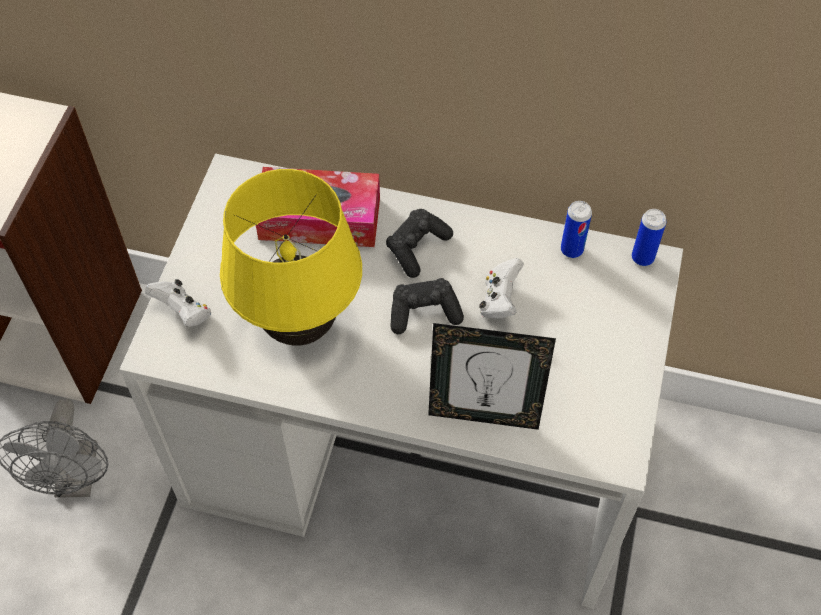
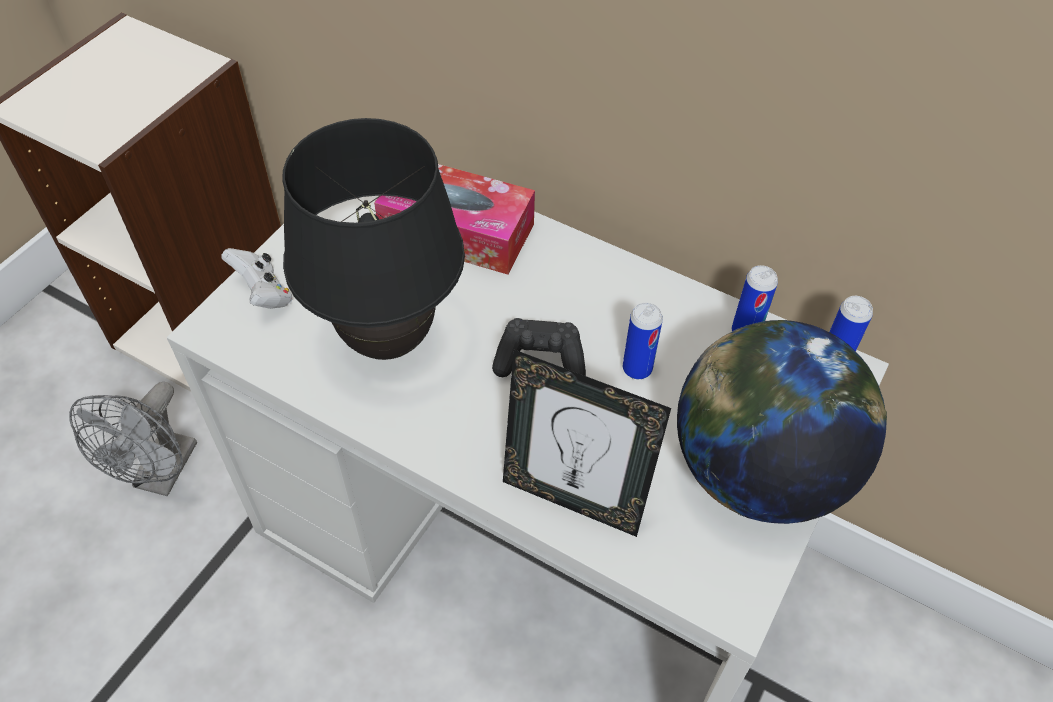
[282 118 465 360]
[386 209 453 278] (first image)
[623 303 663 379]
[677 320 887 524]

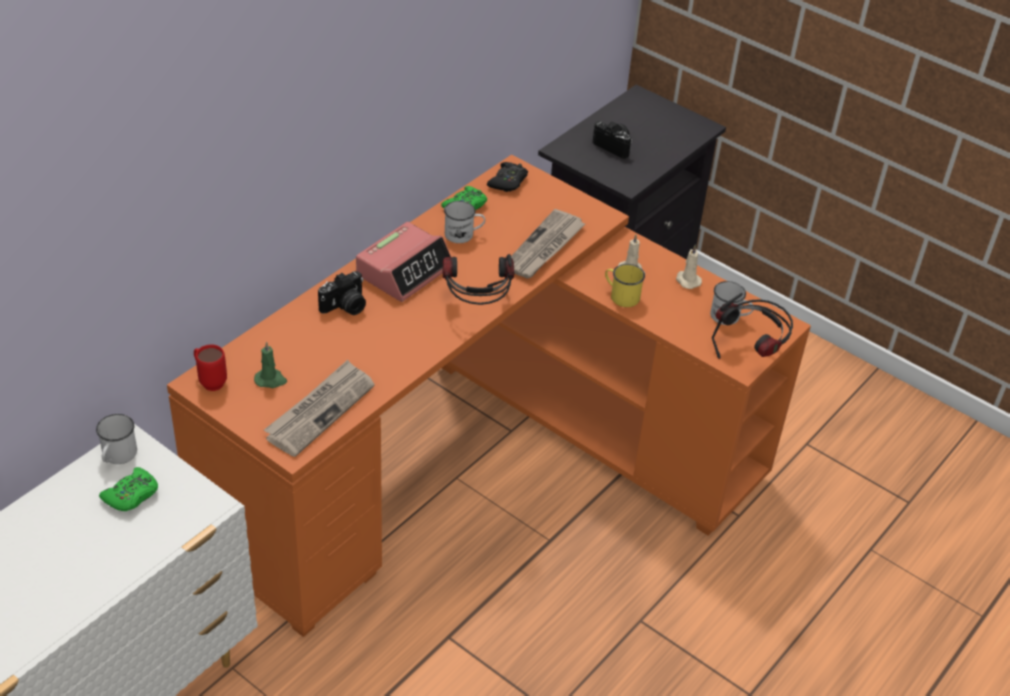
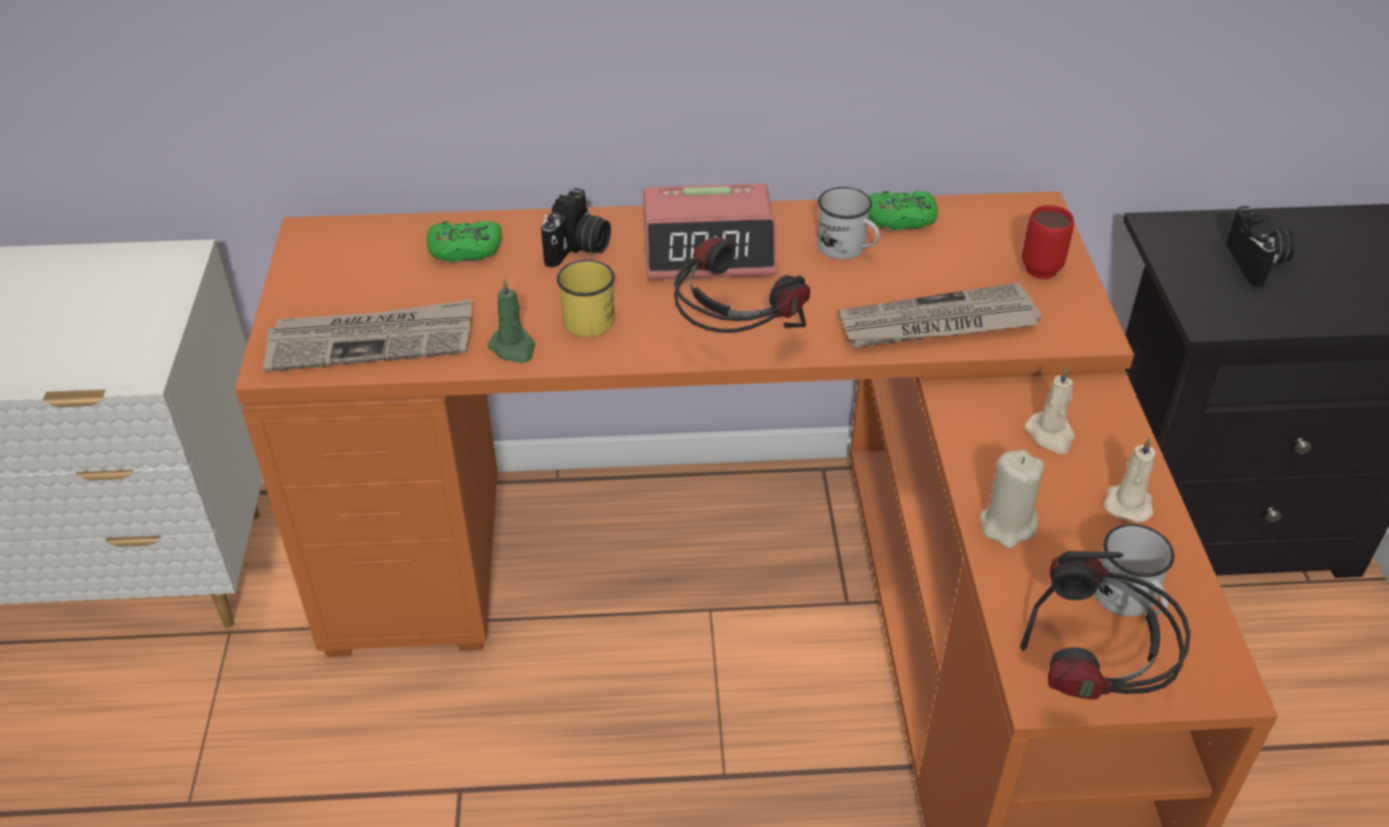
[487 162 528 192] (first image)
[557 260 615 337]
[541 188 611 268]
[488 278 535 363]
[1022 205 1074 279]
[96 414 137 464] (first image)
[427 221 502 262]
[980 450 1044 549]

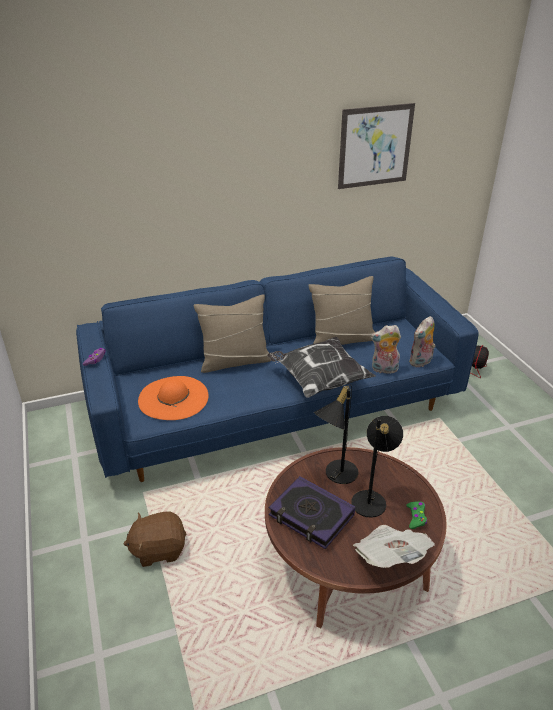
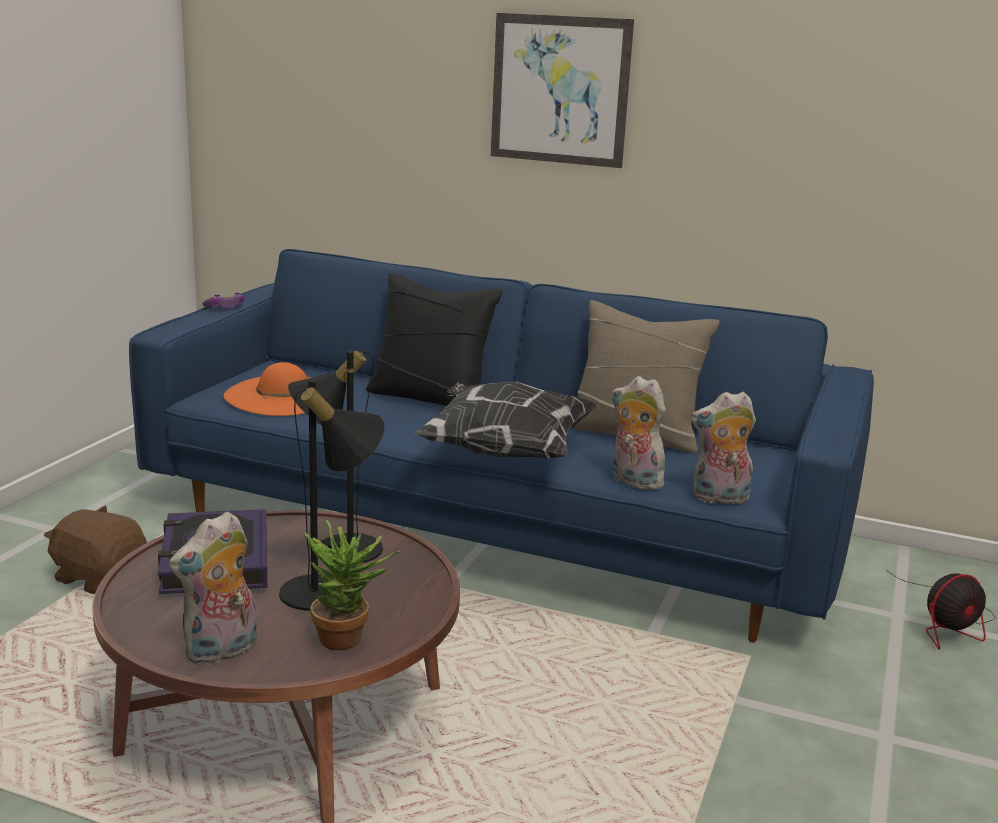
[491 13 634 168]
[366 273 502 406]
[304 520 400 651]
[169 512 257 666]

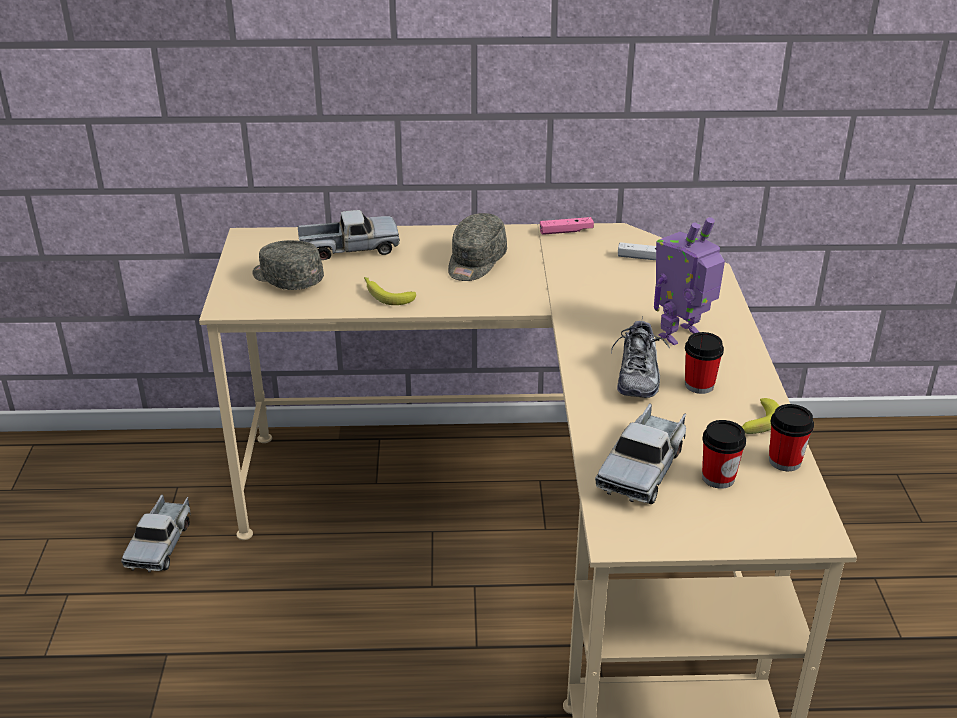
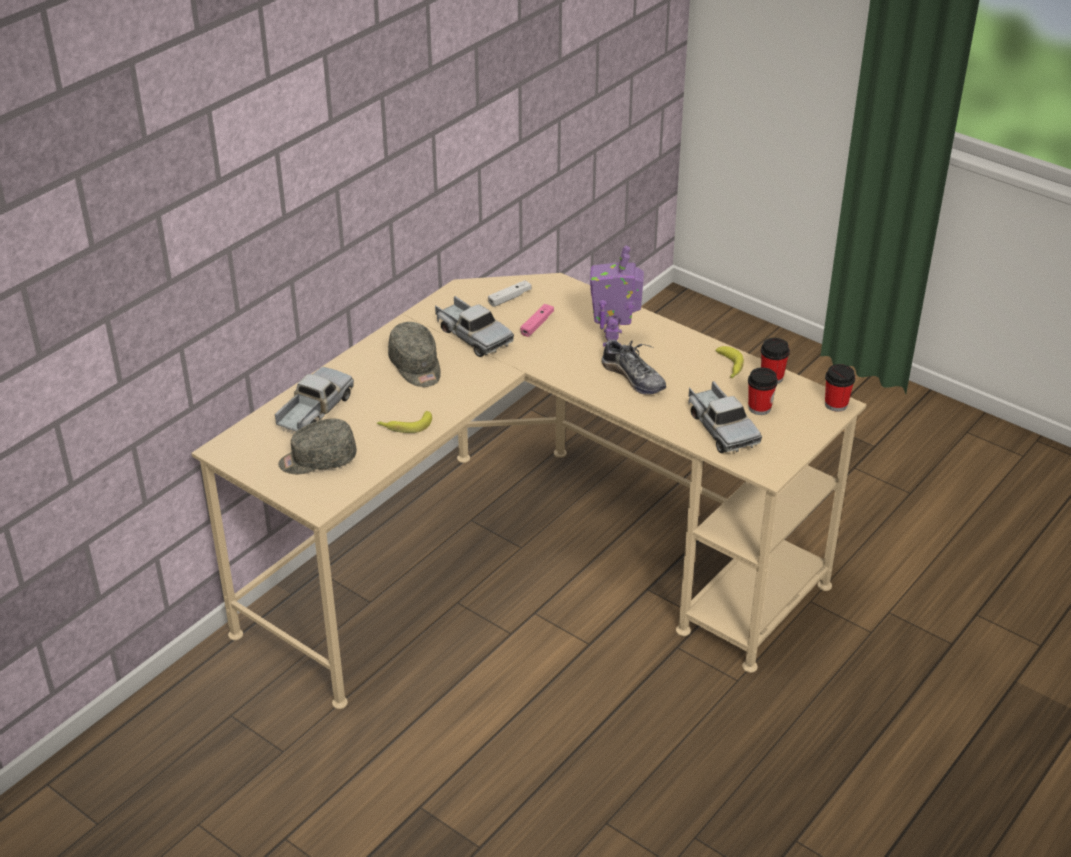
[520 304 554 337]
[825 364 855 412]
[435 296 514 357]

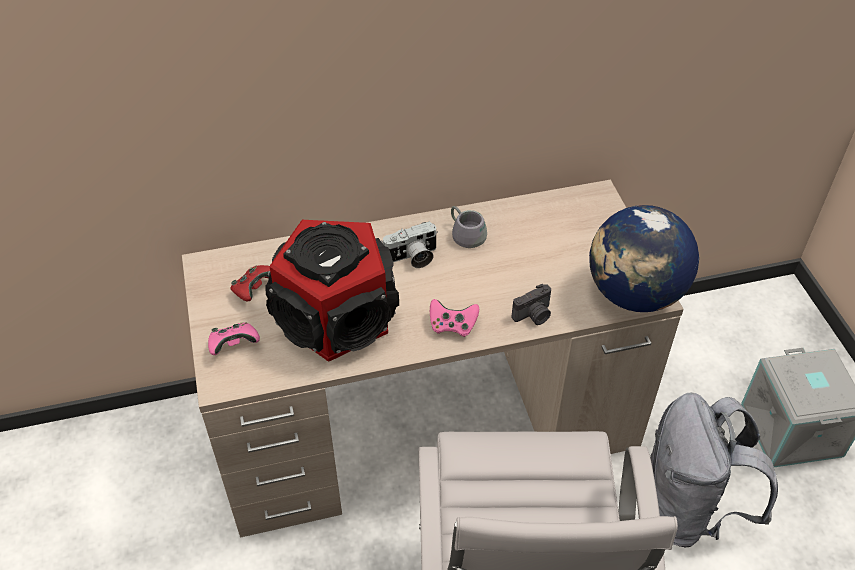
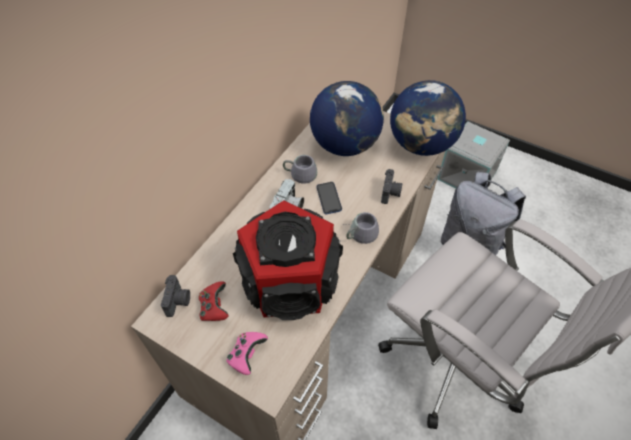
[342 212 379 244]
[310 81 384 156]
[316 182 342 214]
[161 275 190 317]

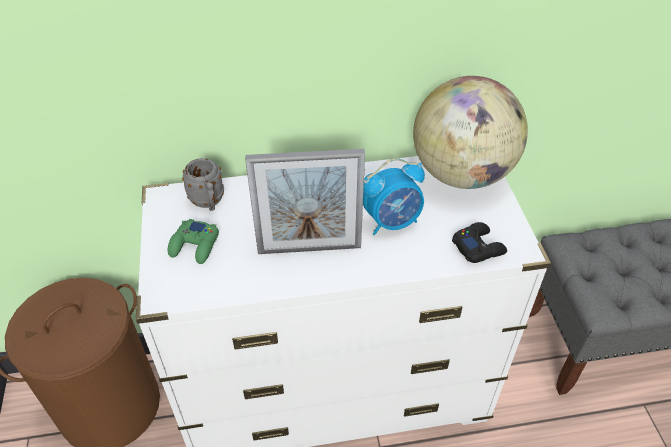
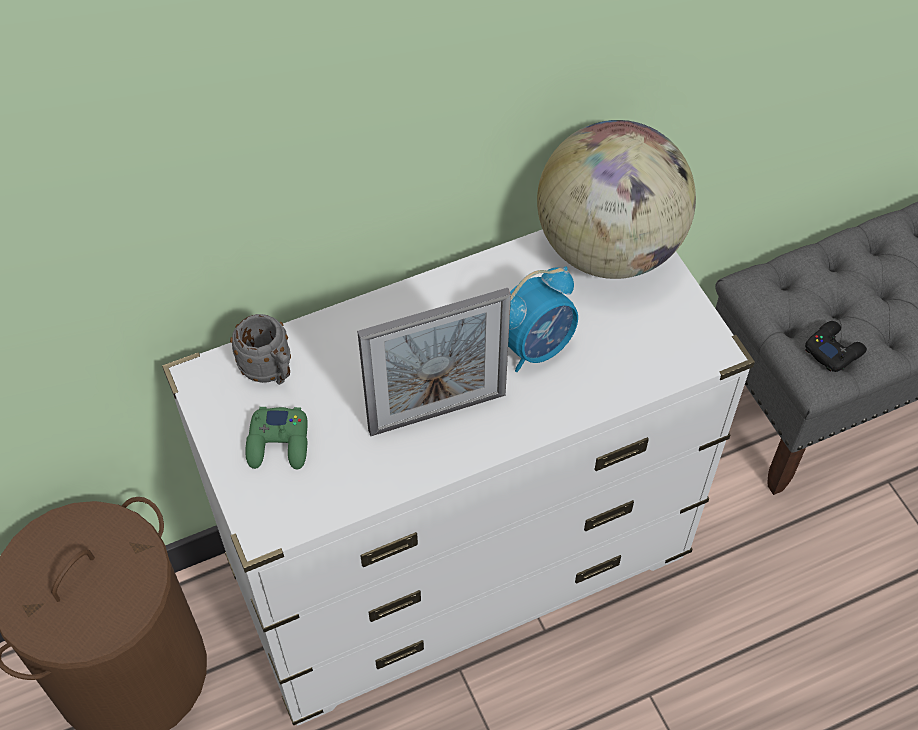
[805 321 867 372]

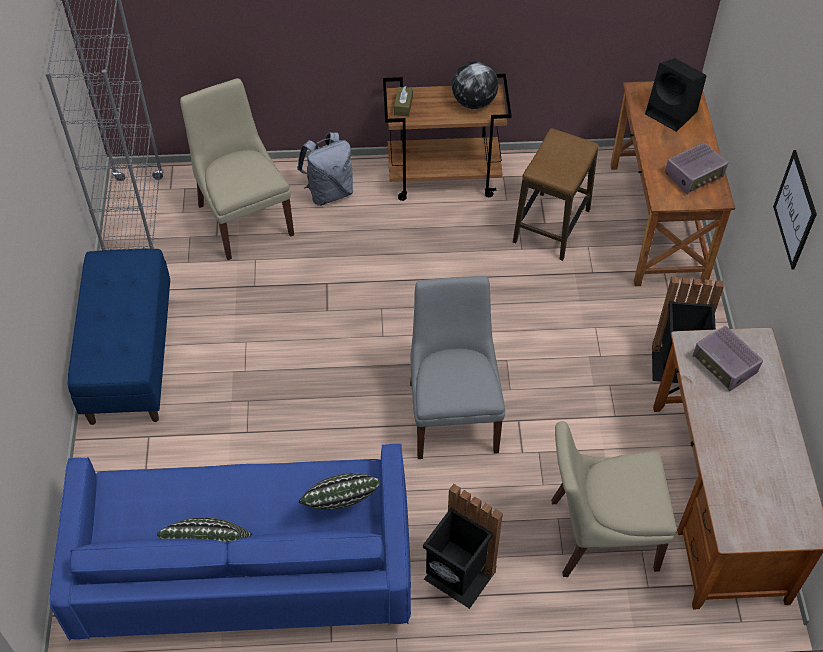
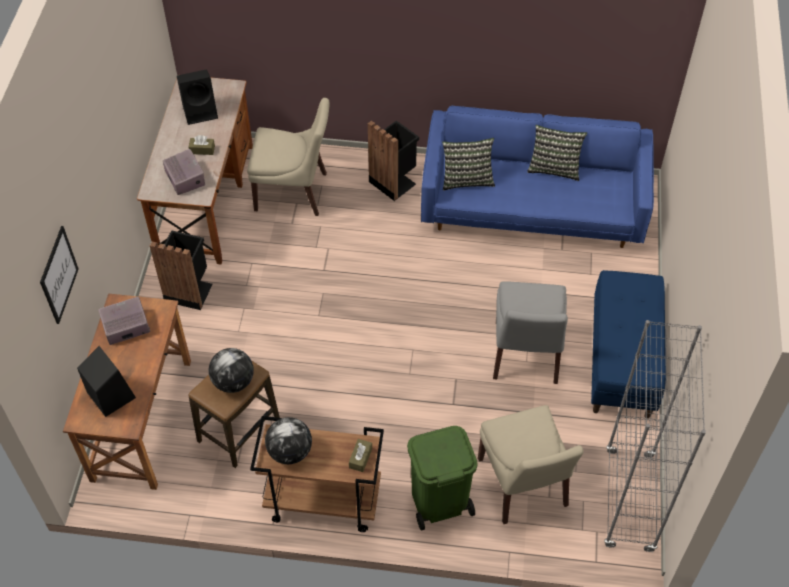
[407 426 478 531]
[40 226 79 324]
[493 281 568 384]
[177 70 218 125]
[188 135 215 155]
[209 348 254 393]

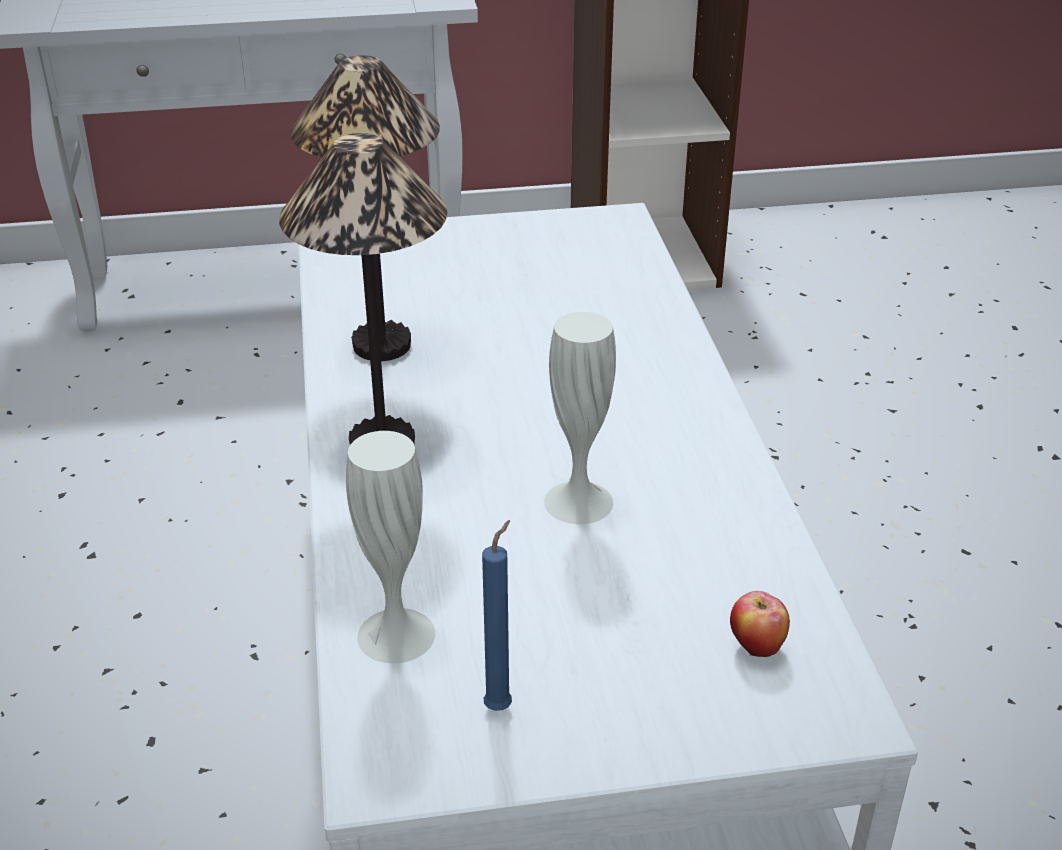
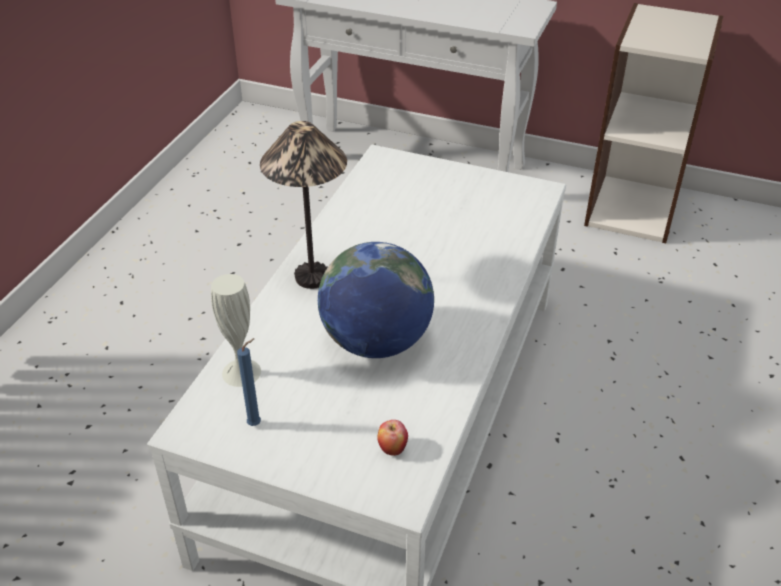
[290 55 440 361] (first image)
[318 242 434 358]

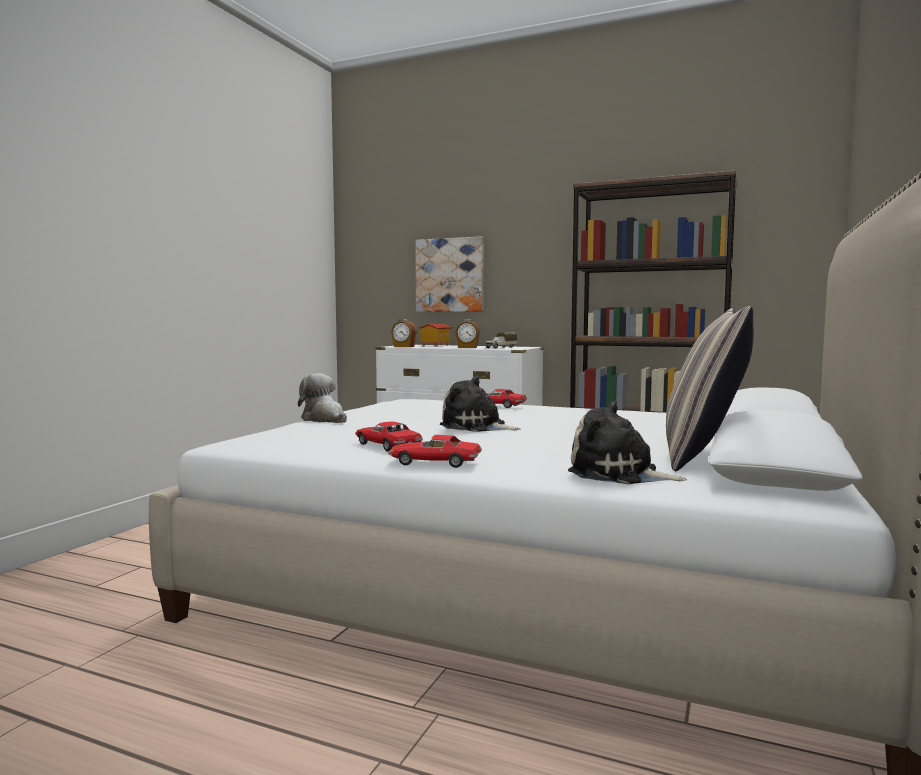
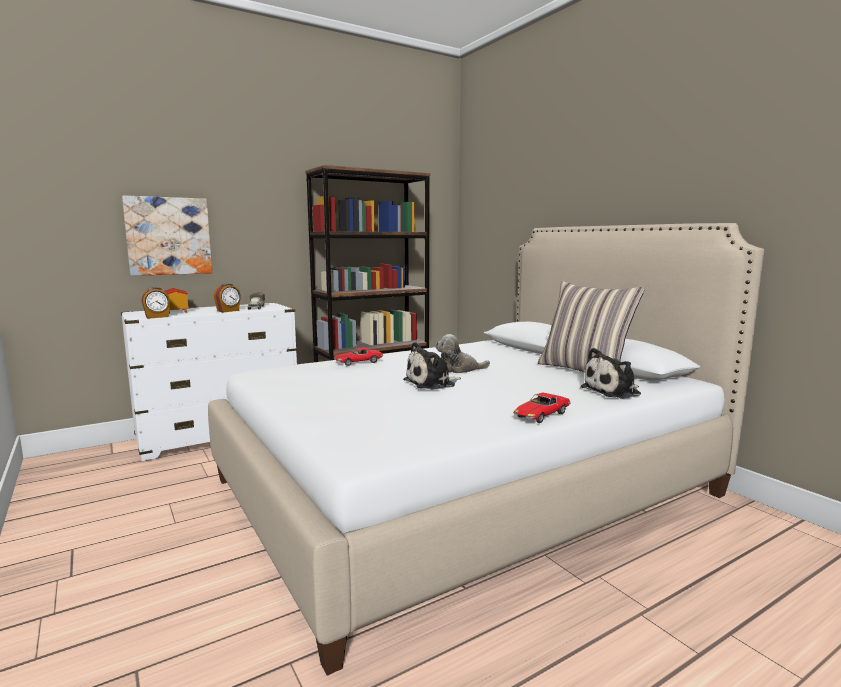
[436 334 490 373]
[355 421 423 452] (first image)

